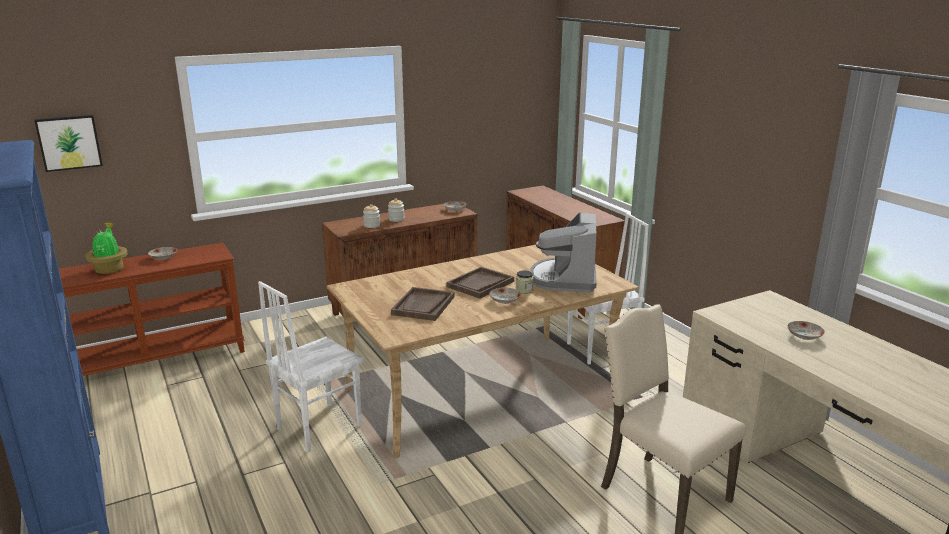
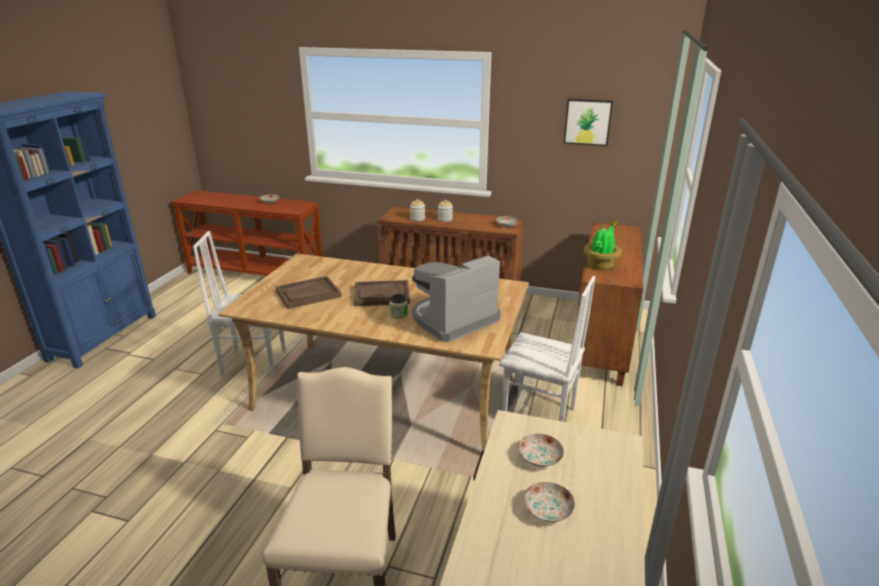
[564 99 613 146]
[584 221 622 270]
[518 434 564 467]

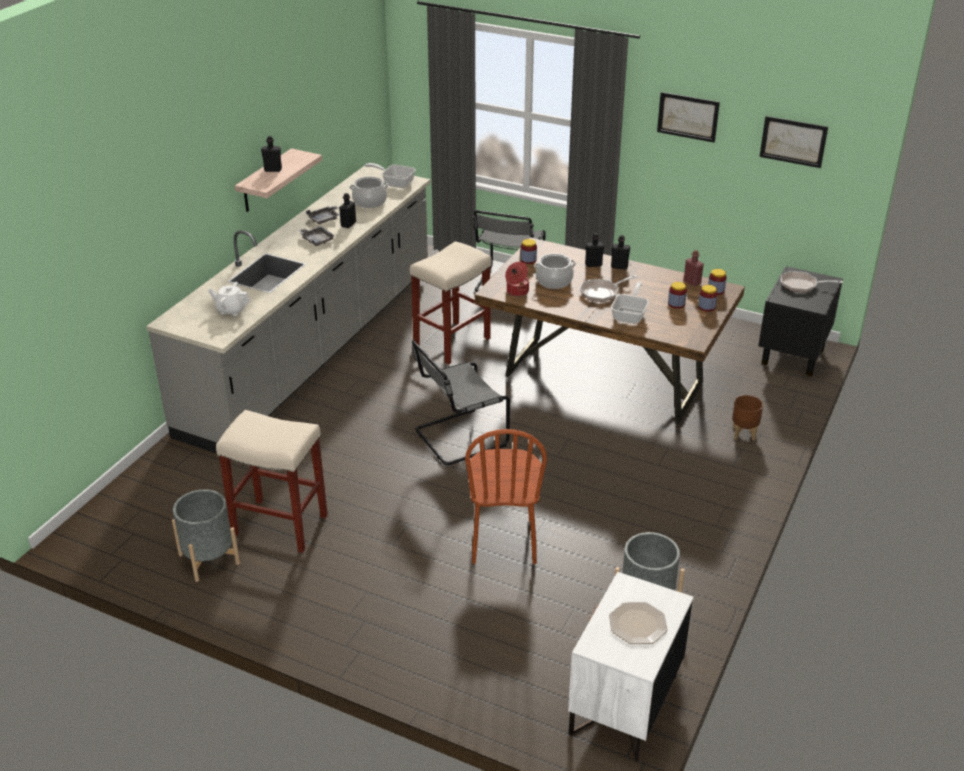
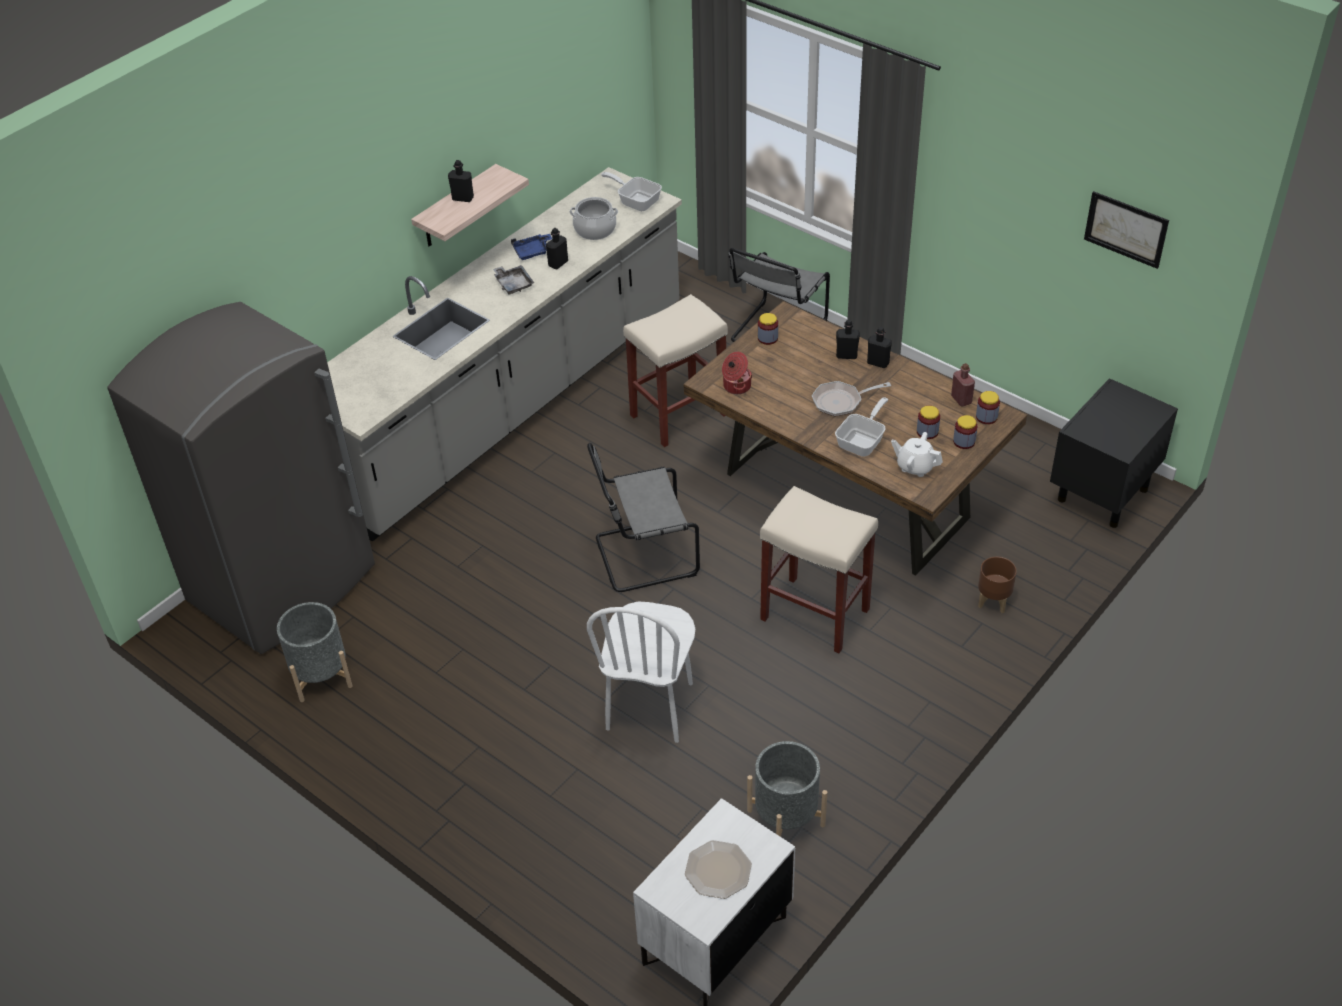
[657 92 720 143] (first image)
[511 234 552 260]
[534 253 576 289] (first image)
[781 271 843 293] (first image)
[891 432 943 477]
[760 486 878 653]
[587 602 695 743]
[107 302 375 654]

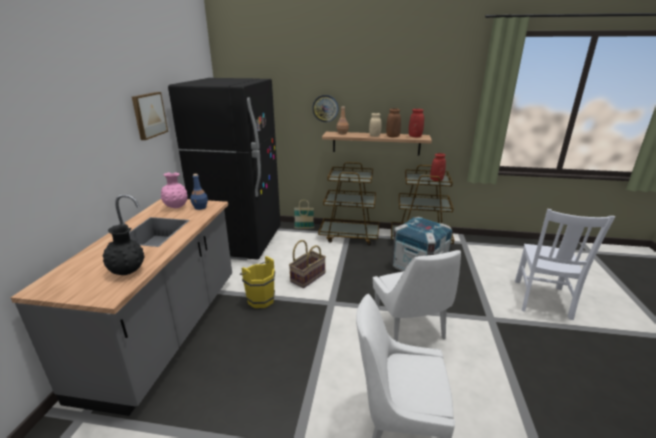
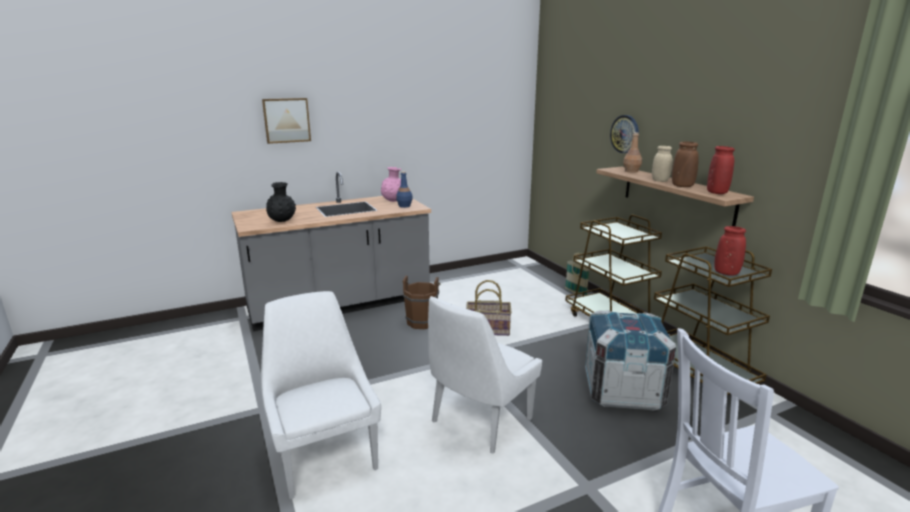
[168 78 281 260] (first image)
[262 98 311 144]
[402 275 440 329]

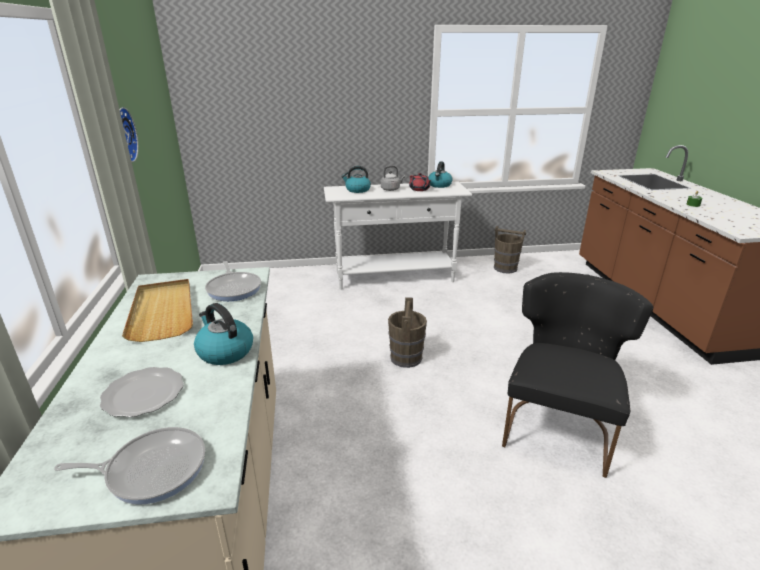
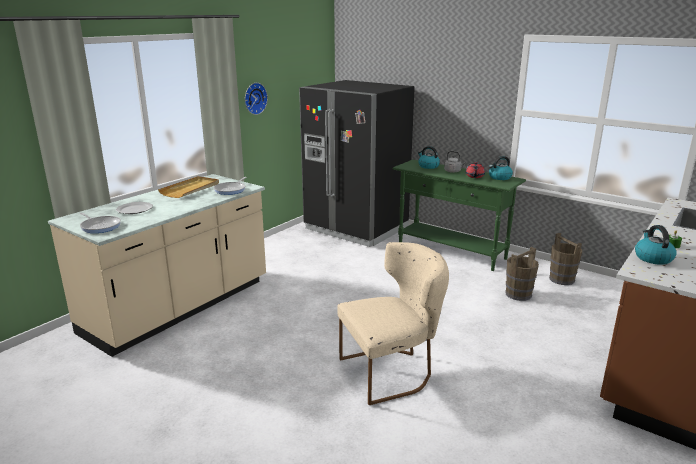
[393 160 526 271]
[337 242 449 405]
[506 247 539 301]
[635 225 677 265]
[299 80 415 247]

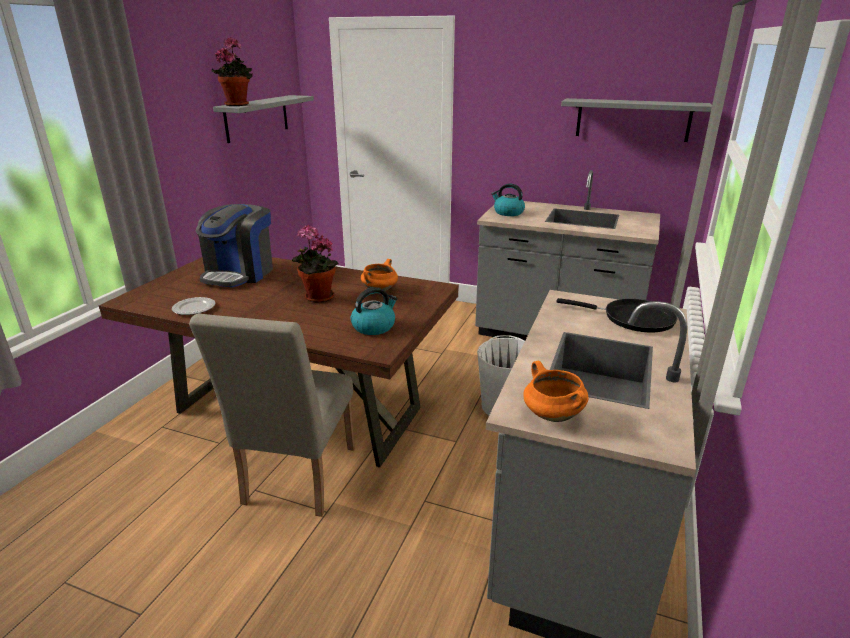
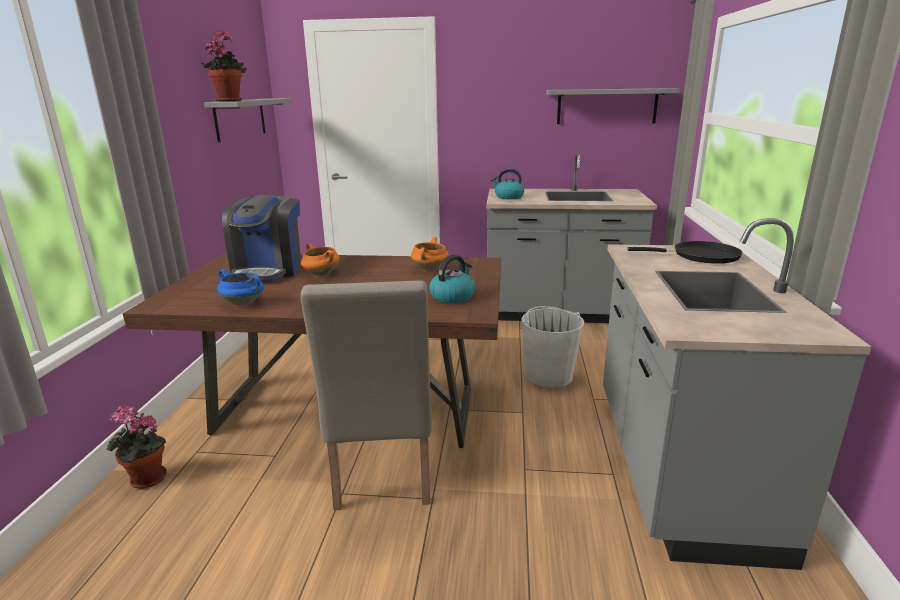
[106 405 167 489]
[217 269 264 306]
[301 243 340 276]

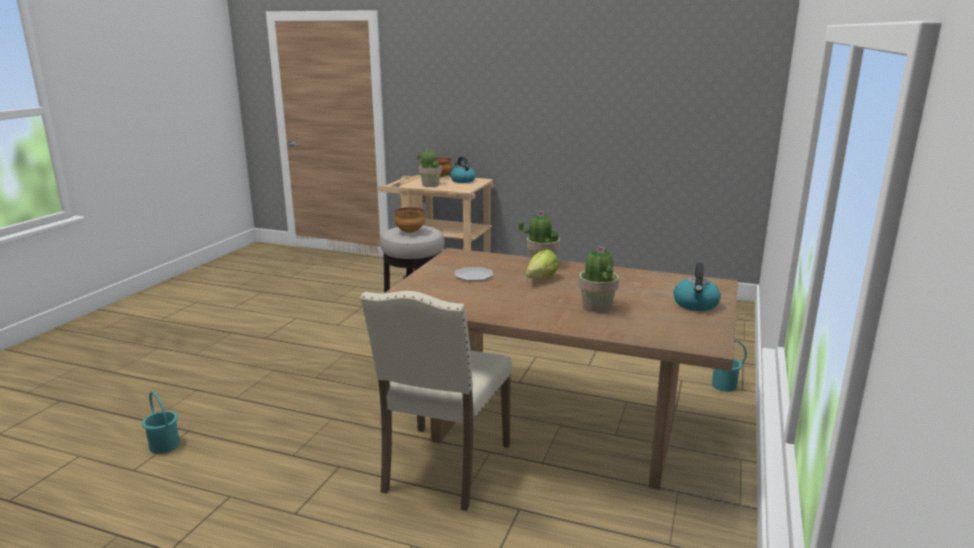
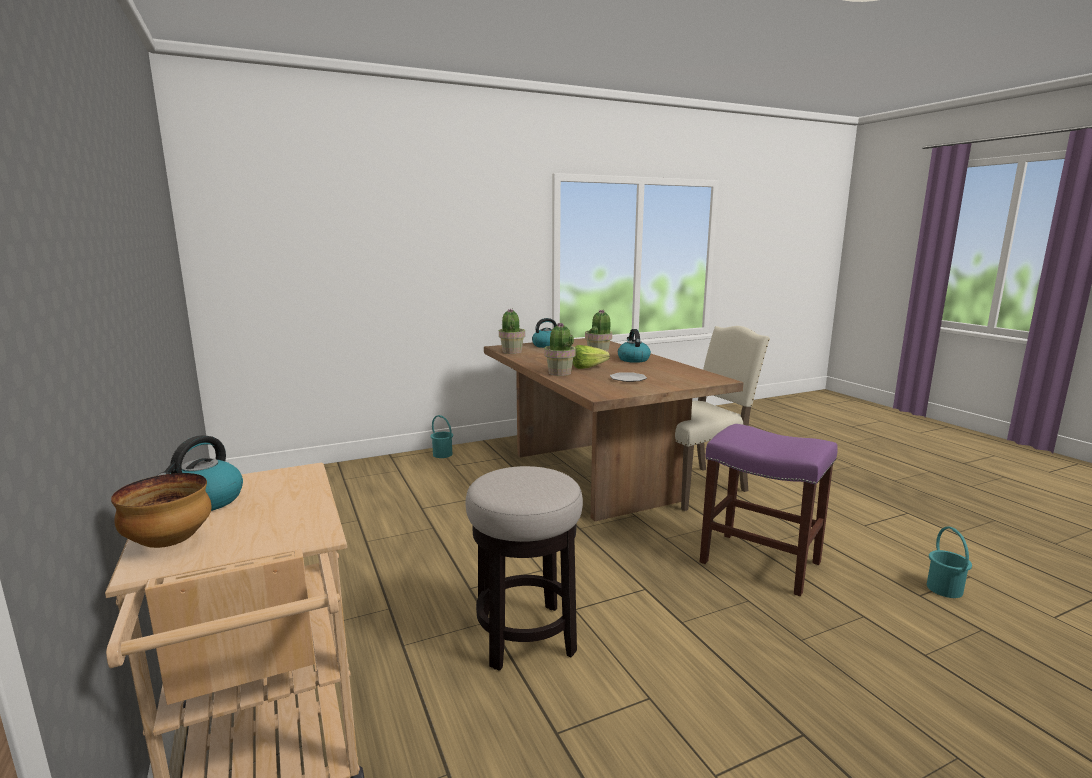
[499 308 525 354]
[394 207 425 233] (first image)
[618 329 651 363]
[700 424 838 596]

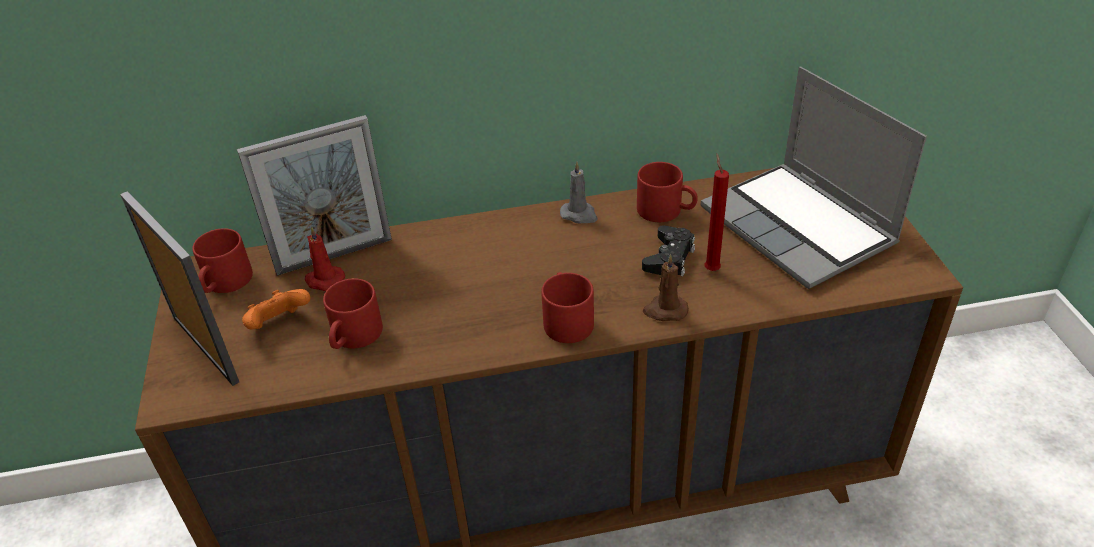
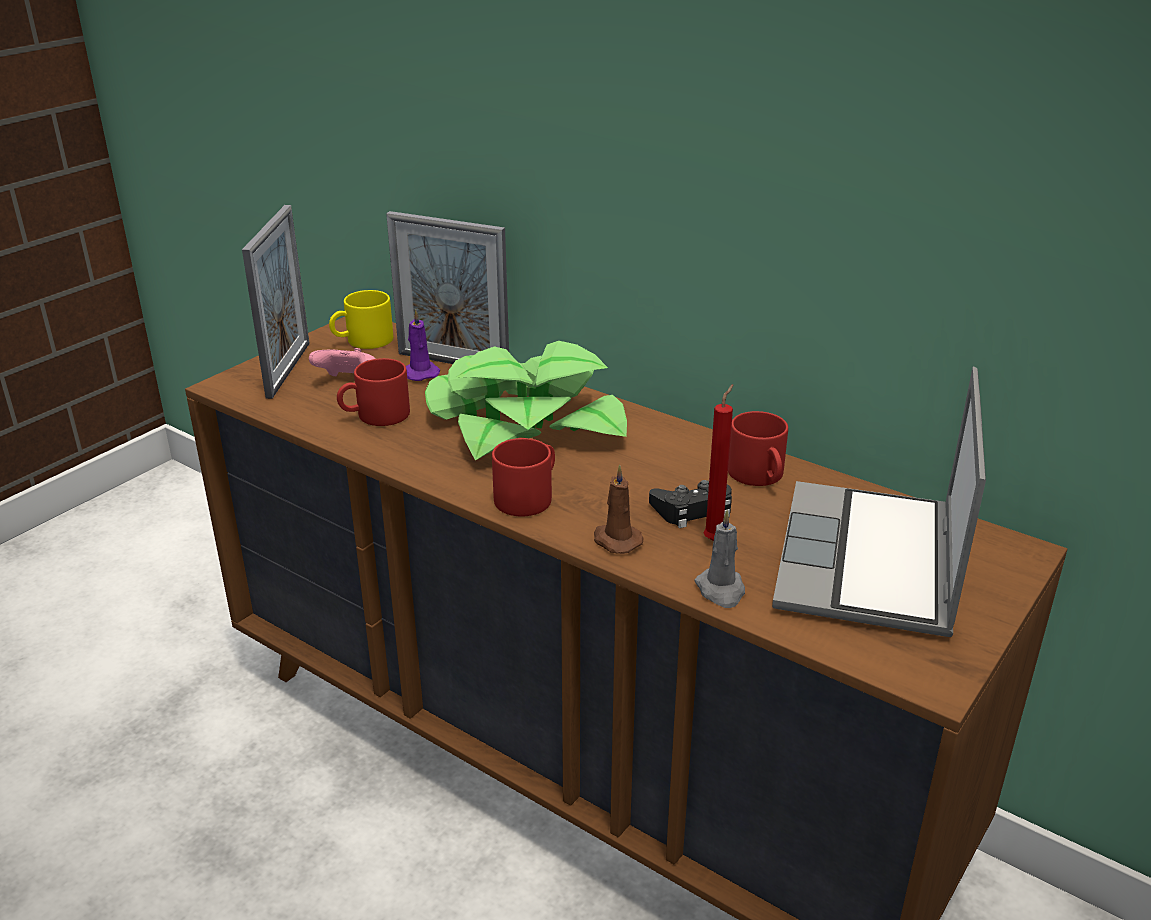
[694 510 745 608]
[406 309 440 381]
[329 290 393 349]
[309 348 376 376]
[425 341 627 460]

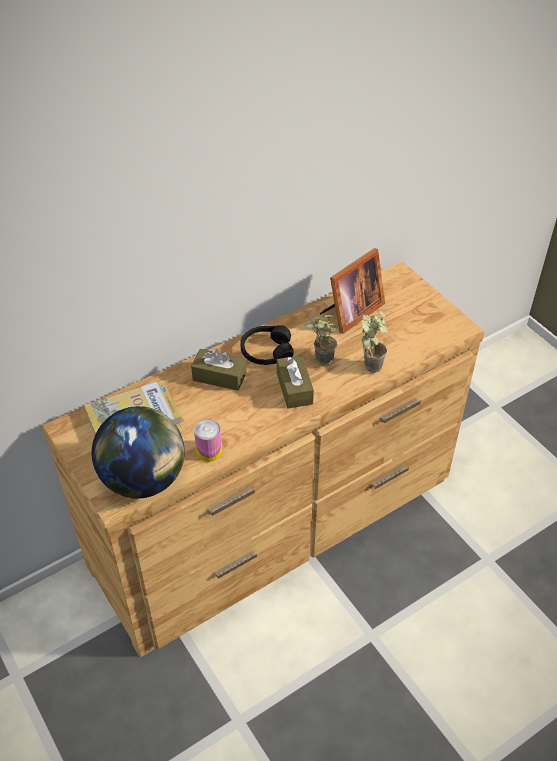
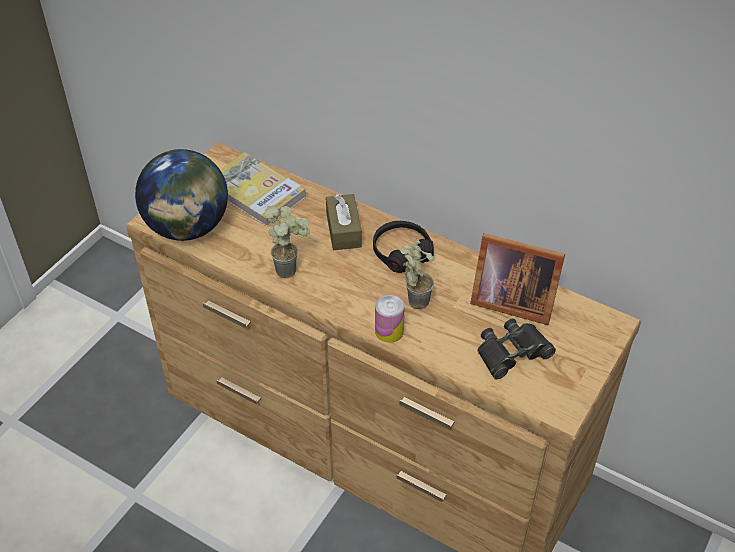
[265 205 310 278]
[277 355 314 409] (first image)
[375 295 405 343]
[477 319 556 379]

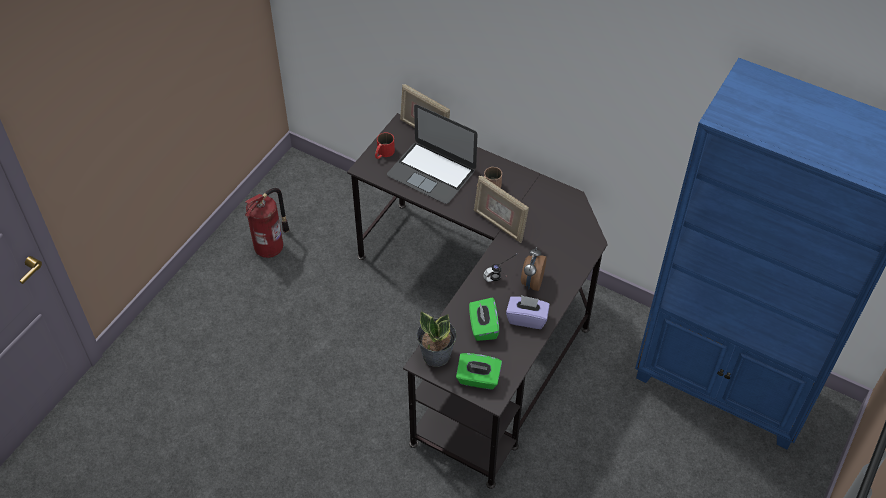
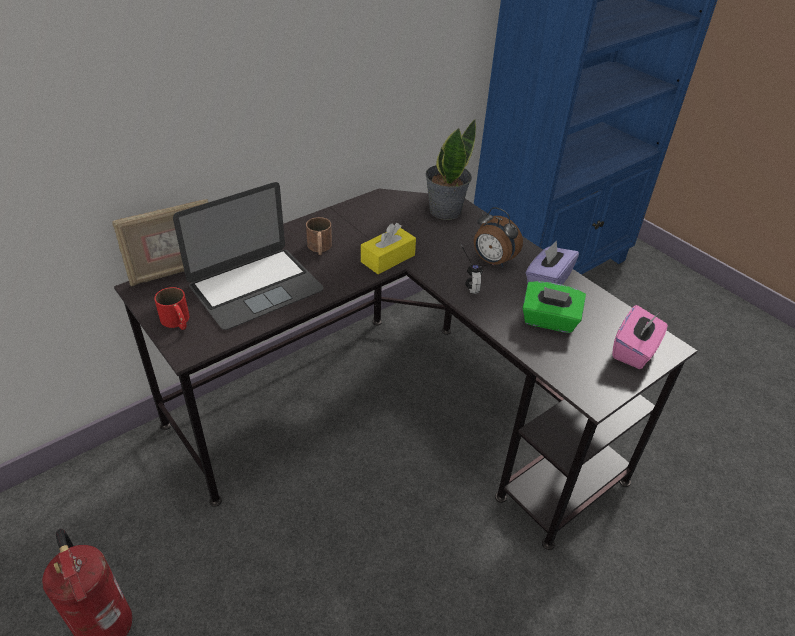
[361 223 416 274]
[426 118 476 220]
[612 305 668 369]

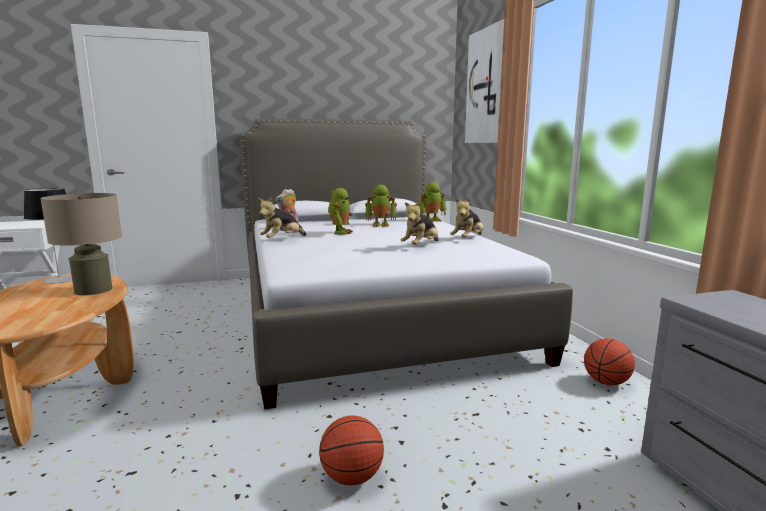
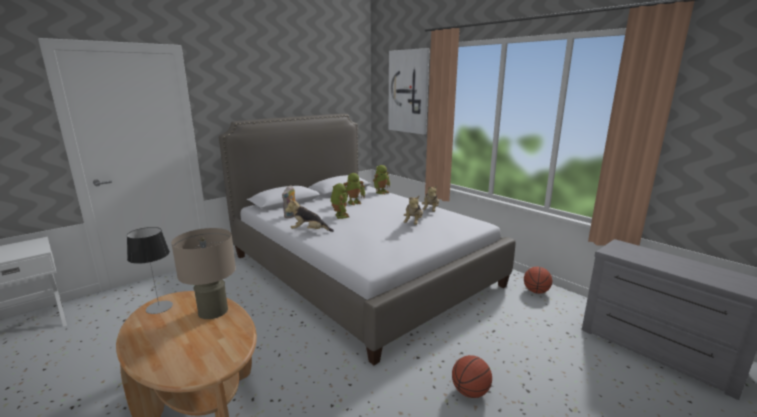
[285 199 334 232]

